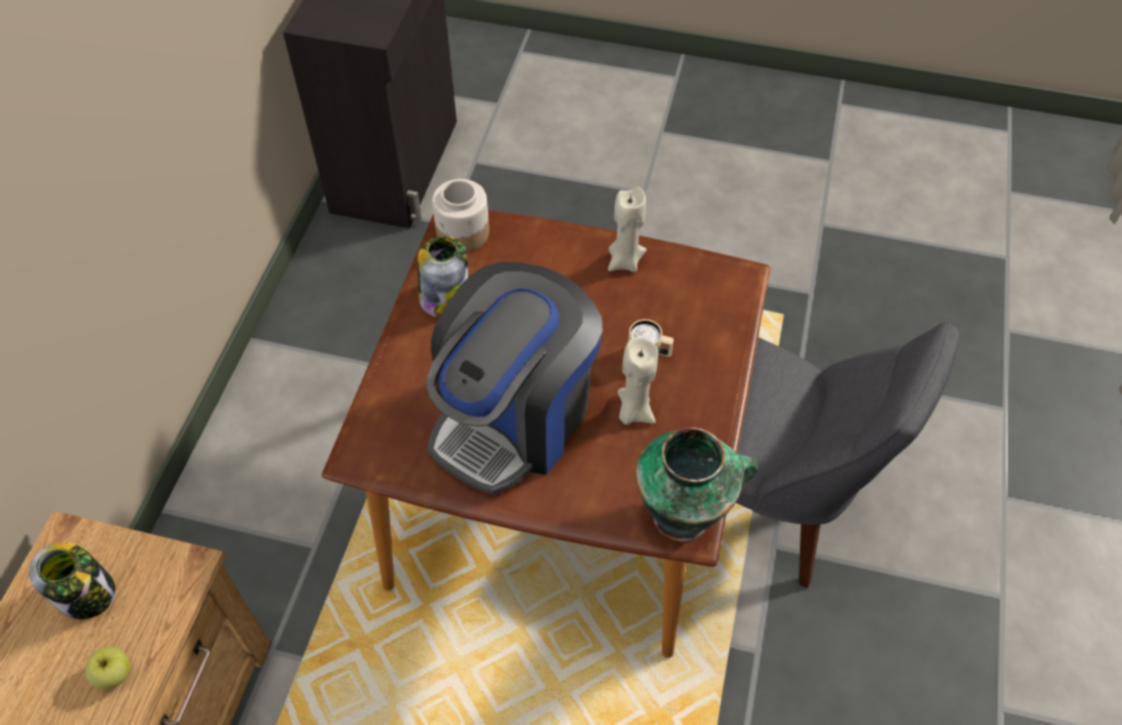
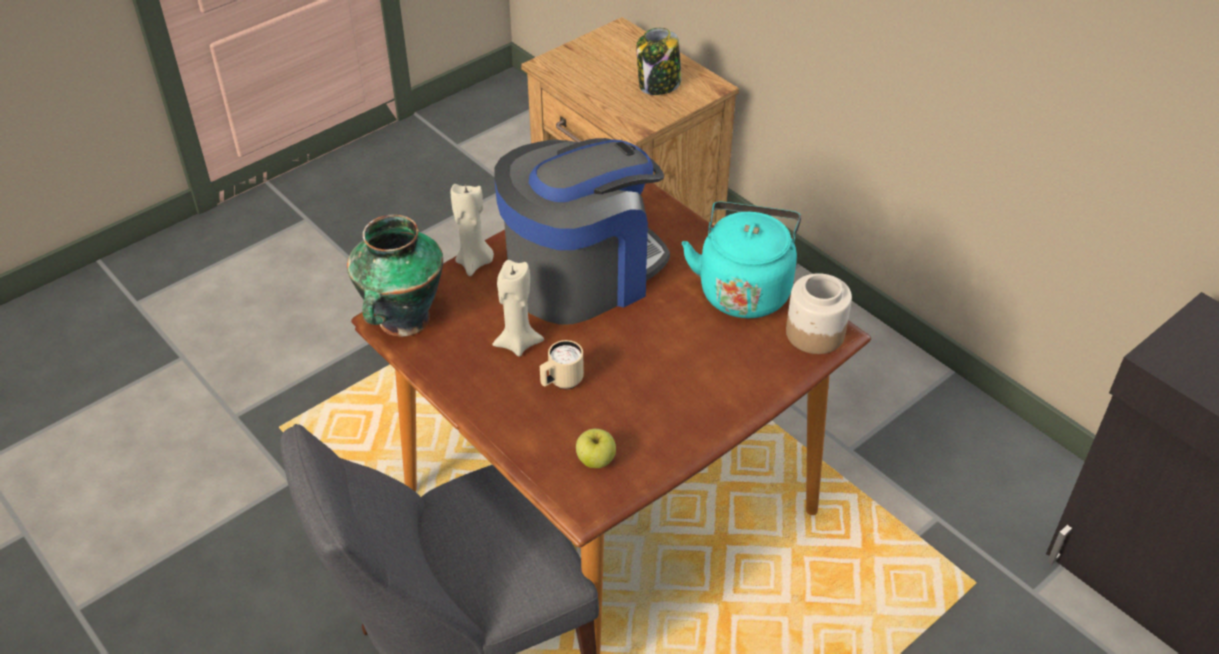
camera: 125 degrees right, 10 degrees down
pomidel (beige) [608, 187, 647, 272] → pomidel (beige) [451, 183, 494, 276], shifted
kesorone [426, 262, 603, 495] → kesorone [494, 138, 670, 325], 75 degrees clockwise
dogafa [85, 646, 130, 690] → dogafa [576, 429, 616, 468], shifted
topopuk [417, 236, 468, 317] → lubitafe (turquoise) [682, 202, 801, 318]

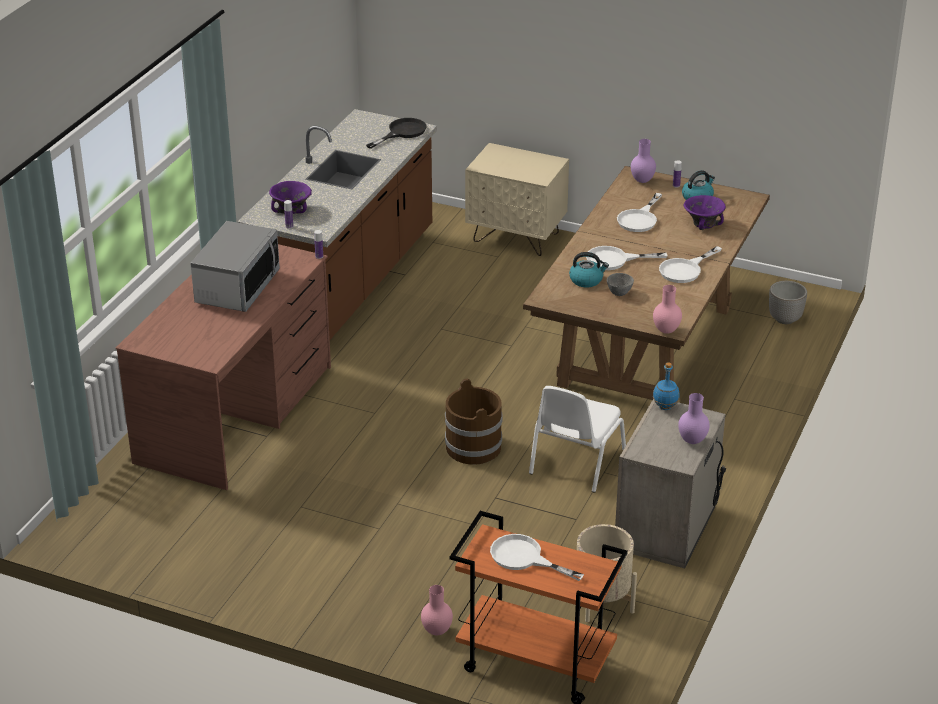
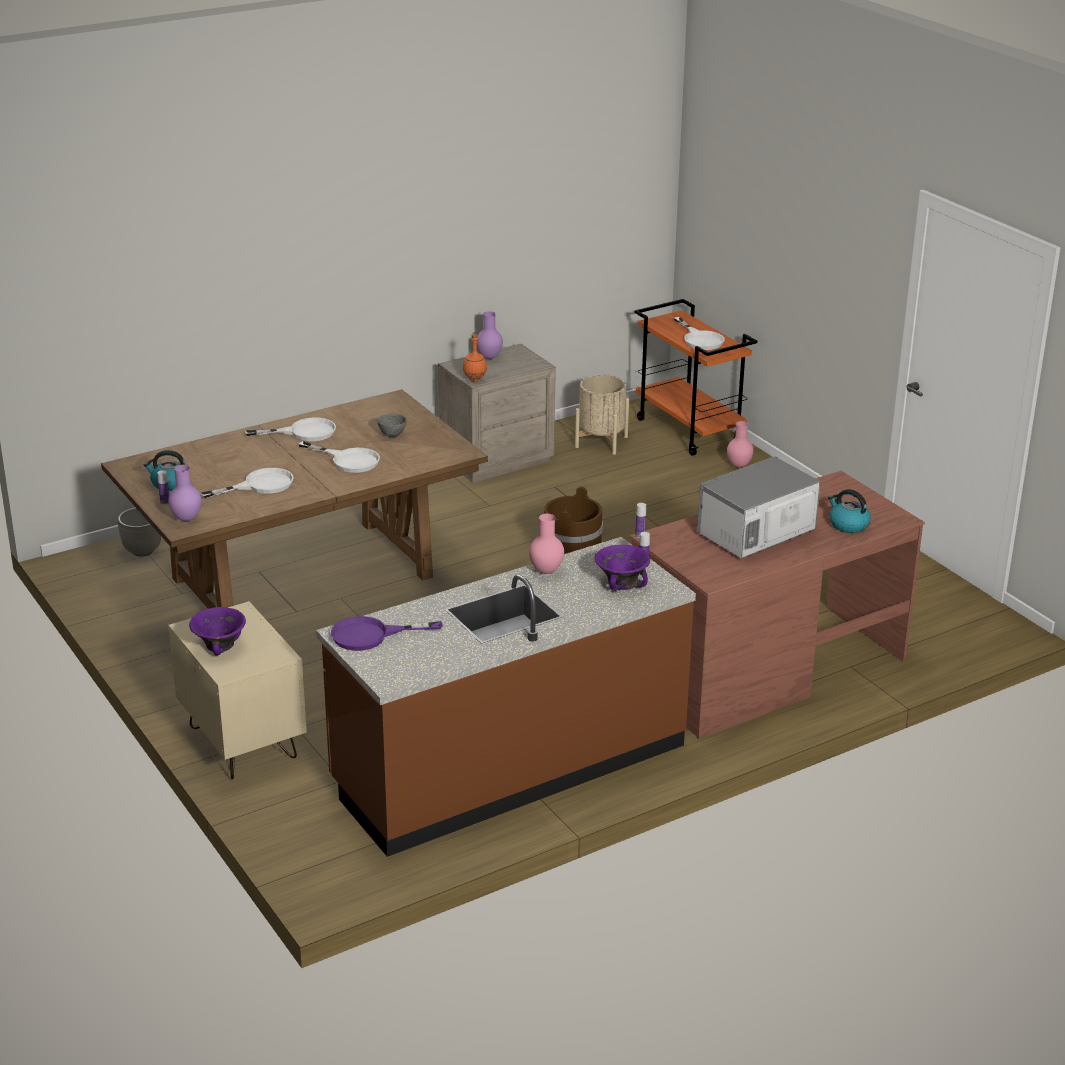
camera: 145 degrees left, 5 degrees down
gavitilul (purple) [684, 195, 726, 230] → gavitilul (purple) [189, 607, 246, 655], shifted
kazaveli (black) [366, 118, 426, 149] → kazaveli (purple) [331, 616, 443, 651]
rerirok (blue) [653, 362, 680, 410] → rerirok (orange) [463, 334, 487, 381]
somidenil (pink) [653, 285, 682, 334] → somidenil (pink) [529, 514, 564, 574], shifted
lubitafe [569, 252, 609, 287] → lubitafe [828, 489, 871, 533], shifted
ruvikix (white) [529, 386, 626, 492] → -

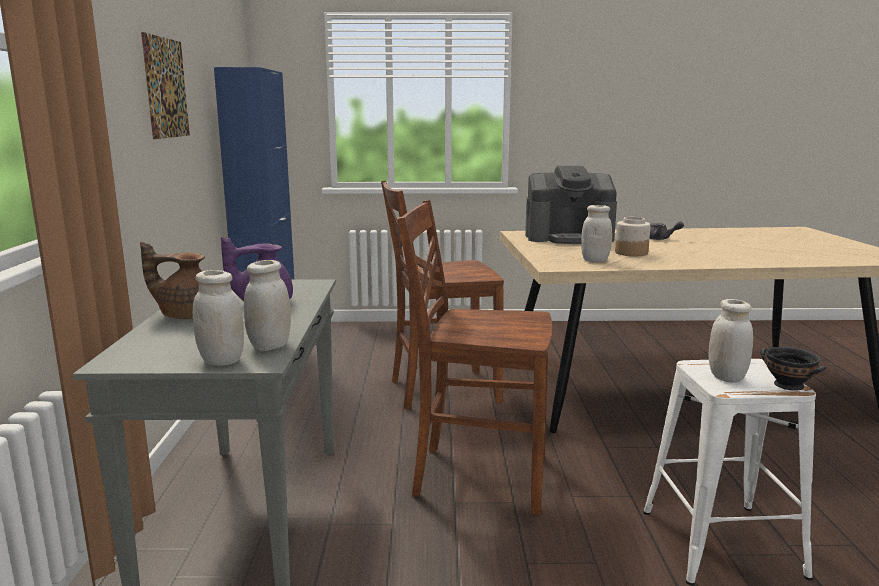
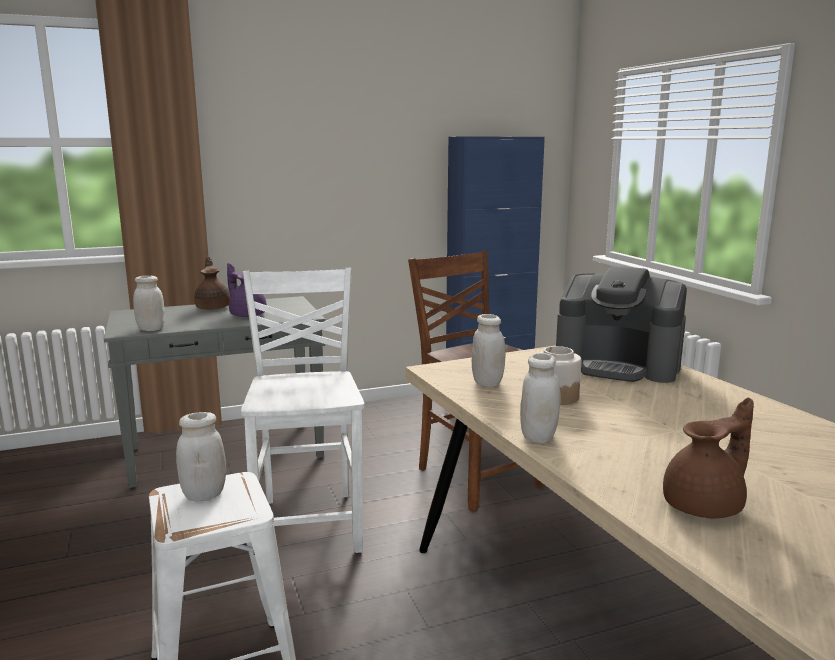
camera: 70 degrees right, 0 degrees up
ruvikix (brown) [397, 200, 552, 515] → ruvikix (white) [241, 268, 365, 553]
topopuk (white) [193, 270, 244, 366] → topopuk (white) [520, 353, 560, 443], shifted
kesorone [525, 166, 617, 244] → kesorone [556, 266, 687, 383], 45 degrees counterclockwise
- → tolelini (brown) [663, 398, 754, 519]
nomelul [141, 32, 190, 139] → -
tolelini (grey) [650, 221, 684, 240] → -
gavitilul (black) [760, 347, 826, 391] → -

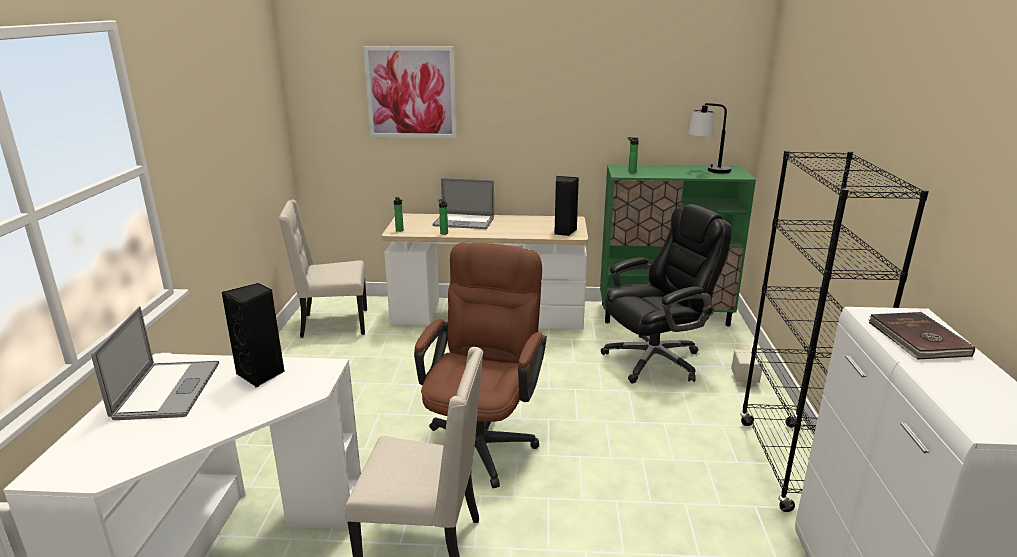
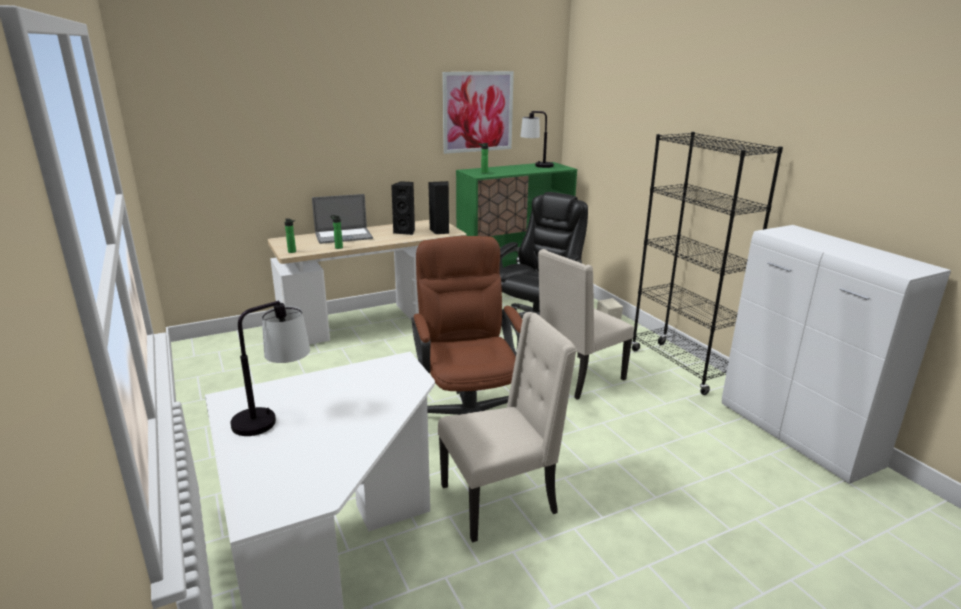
camera: 30 degrees left, 0 degrees up
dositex [91, 306, 219, 420] → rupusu [230, 301, 310, 436]
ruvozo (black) [222, 283, 284, 388] → ruvozo (black) [391, 181, 415, 235], shifted
nomelul [363, 46, 456, 138] → nomelul [442, 71, 514, 154], shifted
ruvikix (beige) [279, 200, 367, 338] → ruvikix (beige) [538, 249, 634, 400], shifted
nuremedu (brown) [869, 312, 975, 359] → -

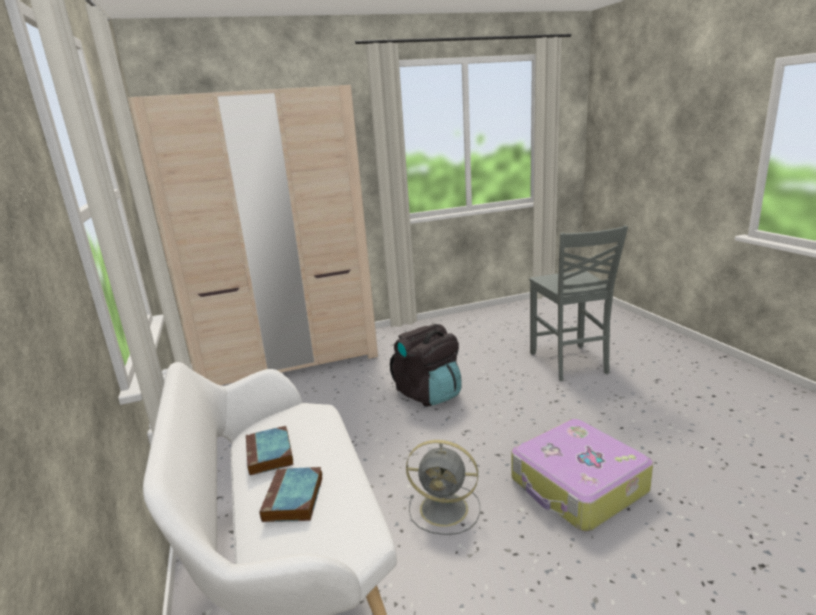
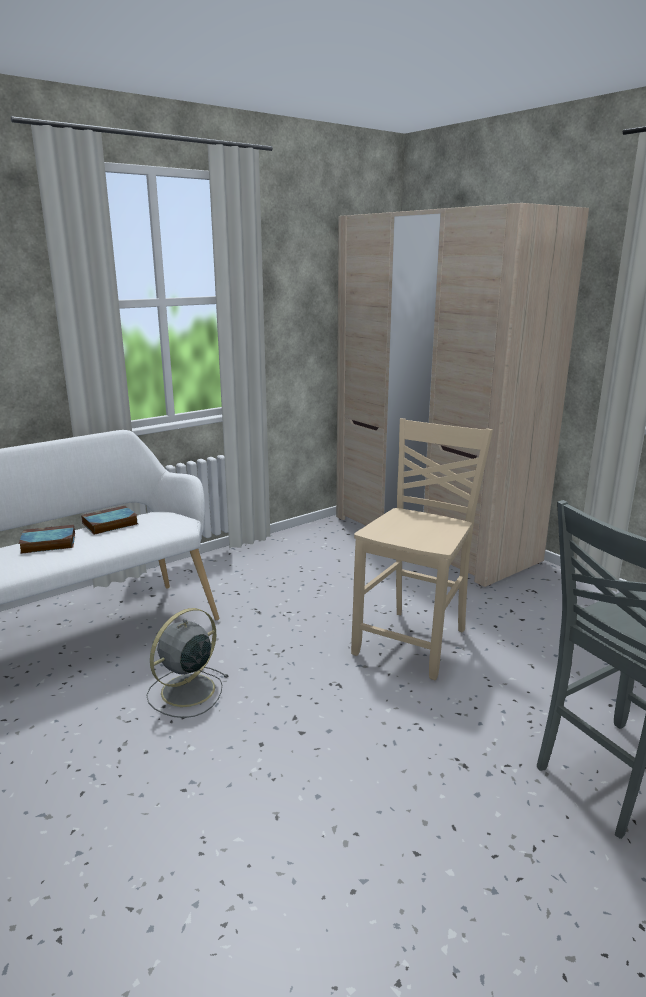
camera: 70 degrees right, 0 degrees up
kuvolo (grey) [406, 440, 480, 535] → kuvolo (grey) [146, 608, 228, 718], 45 degrees clockwise
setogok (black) [390, 324, 462, 406] → ruvikix (beige) [351, 418, 493, 680]
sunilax [511, 419, 653, 531] → -

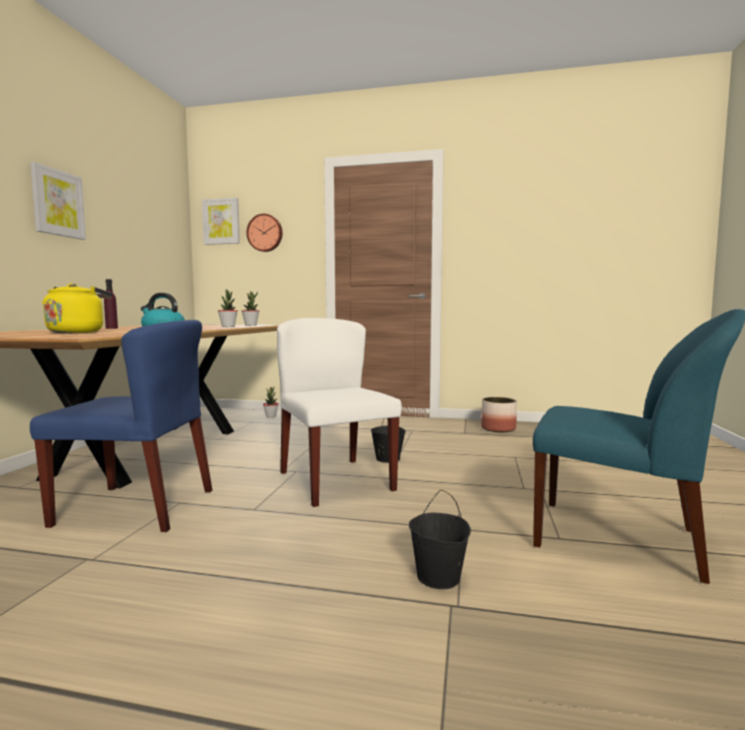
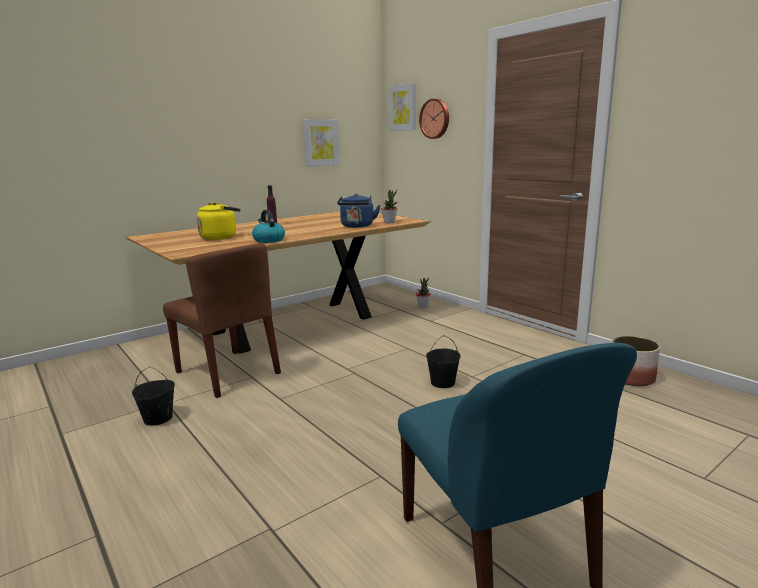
camera: 40 degrees right, 10 degrees up
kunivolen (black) [409, 490, 471, 589] → kunivolen (black) [132, 367, 175, 426], shifted
ruvikix (blue) [30, 320, 212, 532] → ruvikix (brown) [163, 243, 281, 398]
nomelul [30, 162, 86, 240] → nomelul [303, 119, 340, 167], shifted
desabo [218, 289, 238, 327] → lubitafe (blue) [337, 194, 380, 228]
ruvikix (white) [277, 318, 402, 507] → -

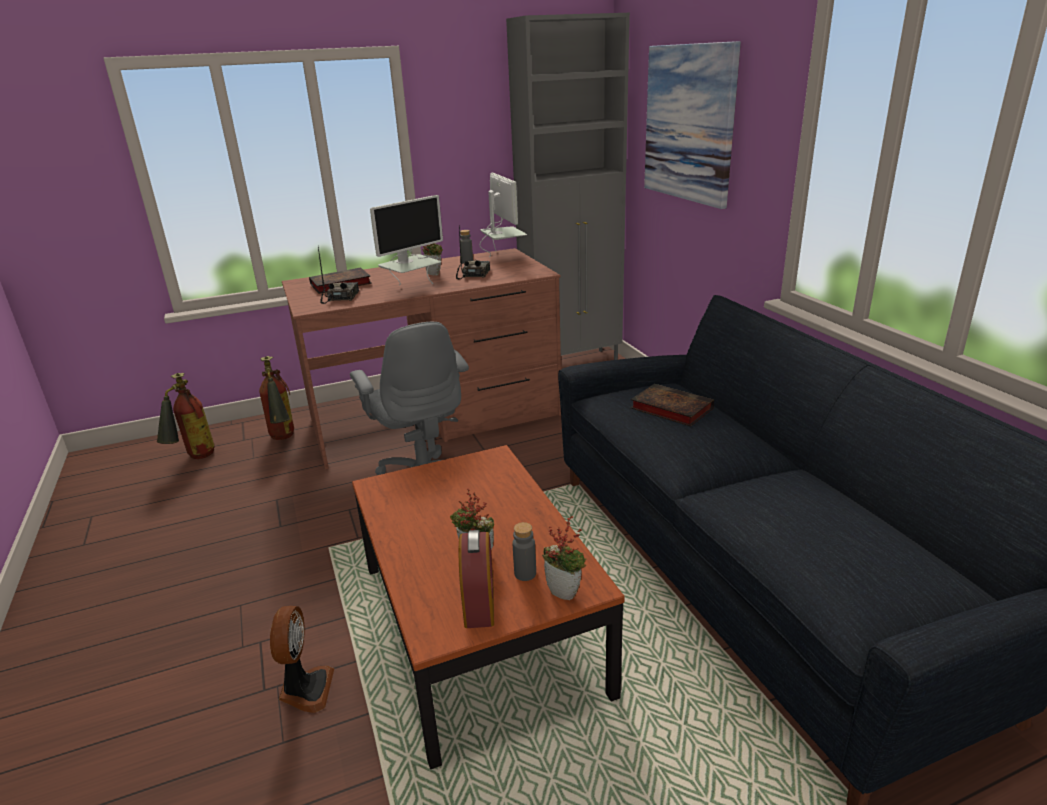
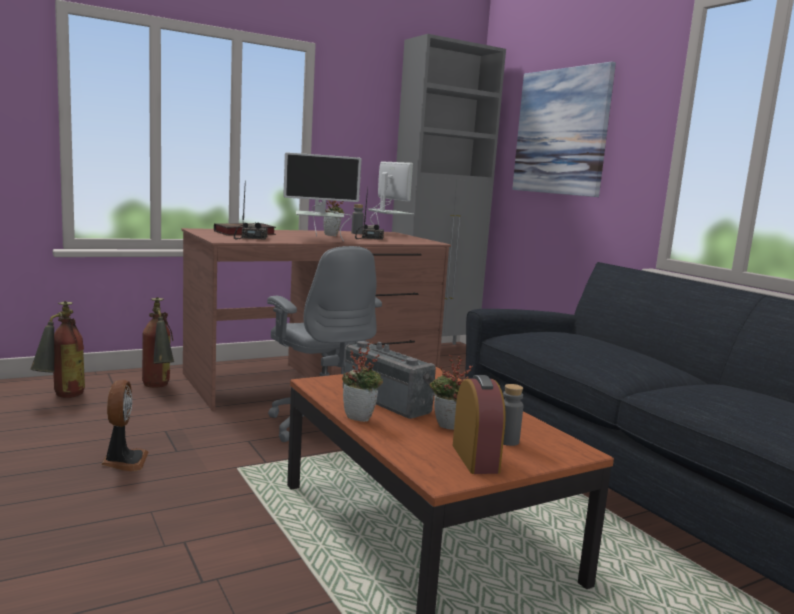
camera: 10 degrees left, 15 degrees down
kuvolo [270, 606, 334, 713] → kuvolo [101, 380, 148, 471], shifted
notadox [370, 195, 443, 286] → notadox [283, 152, 361, 242], 45 degrees clockwise
desabo [542, 516, 586, 600] → desabo [342, 341, 383, 422], shifted
- → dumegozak [343, 341, 436, 419]
nuremedu [630, 384, 714, 426] → -

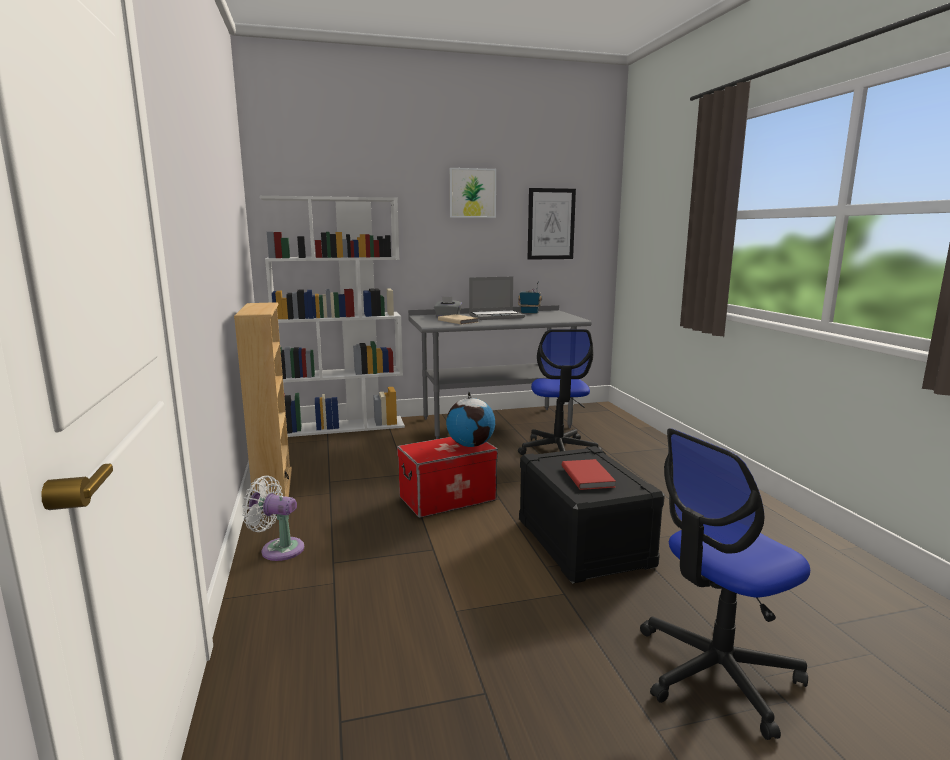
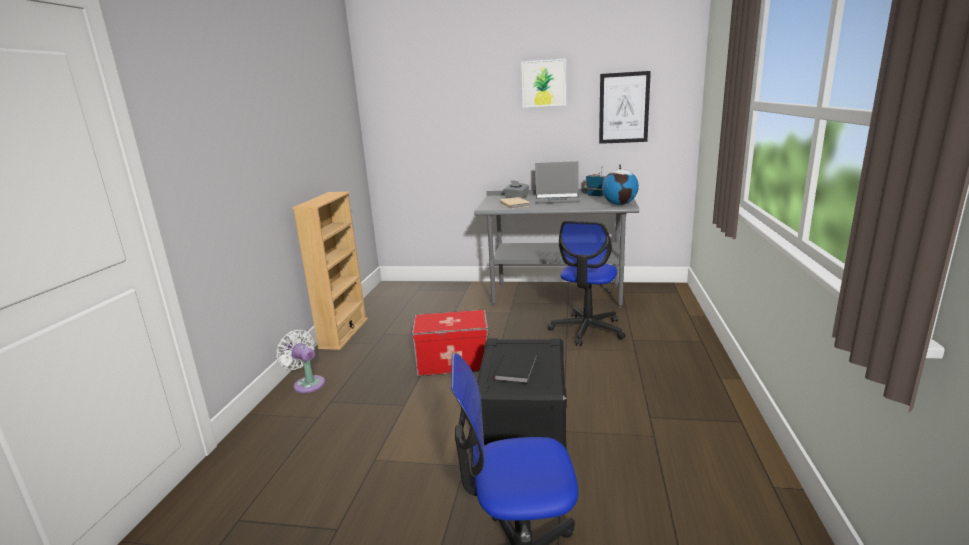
camera: 25 degrees right, 5 degrees up
nuremedu (red) [562, 459, 616, 490] → nuremedu (black) [494, 351, 537, 384]
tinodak [446, 391, 495, 447] → tinodak [602, 164, 639, 205], shifted
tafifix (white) [260, 196, 405, 437] → -

